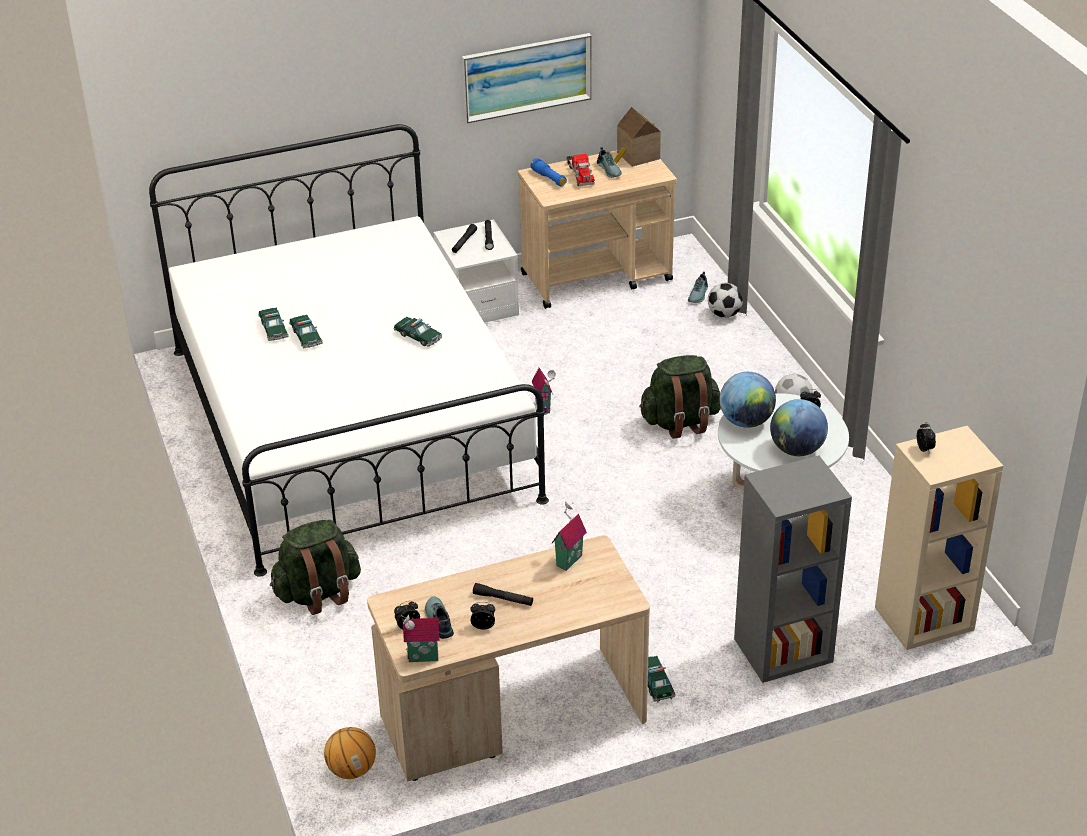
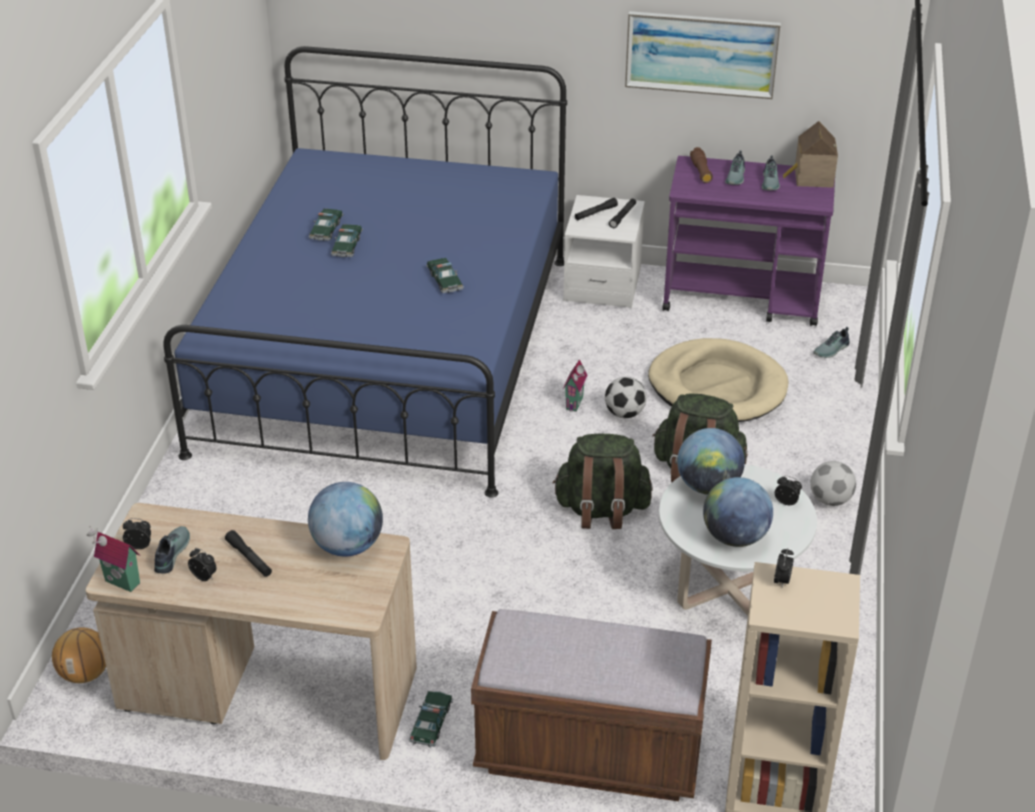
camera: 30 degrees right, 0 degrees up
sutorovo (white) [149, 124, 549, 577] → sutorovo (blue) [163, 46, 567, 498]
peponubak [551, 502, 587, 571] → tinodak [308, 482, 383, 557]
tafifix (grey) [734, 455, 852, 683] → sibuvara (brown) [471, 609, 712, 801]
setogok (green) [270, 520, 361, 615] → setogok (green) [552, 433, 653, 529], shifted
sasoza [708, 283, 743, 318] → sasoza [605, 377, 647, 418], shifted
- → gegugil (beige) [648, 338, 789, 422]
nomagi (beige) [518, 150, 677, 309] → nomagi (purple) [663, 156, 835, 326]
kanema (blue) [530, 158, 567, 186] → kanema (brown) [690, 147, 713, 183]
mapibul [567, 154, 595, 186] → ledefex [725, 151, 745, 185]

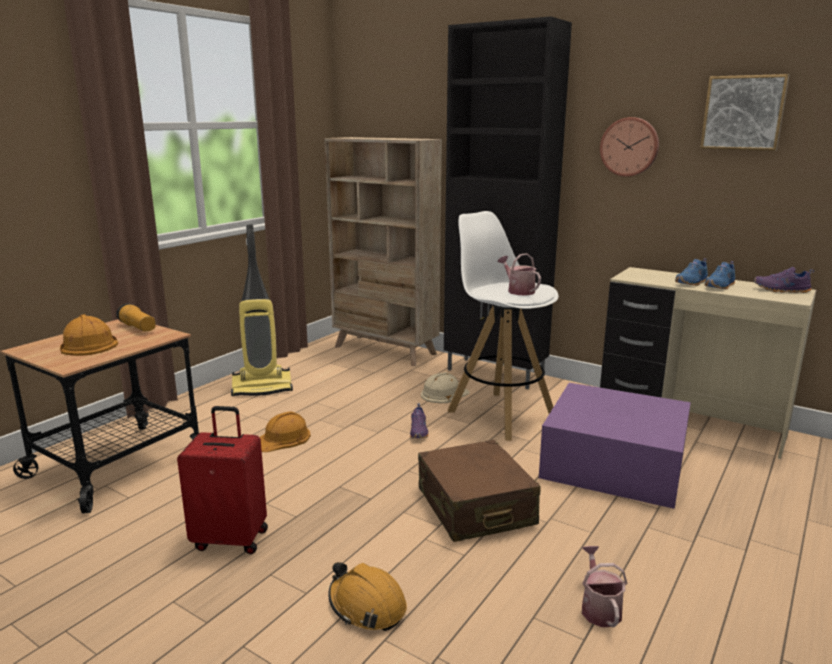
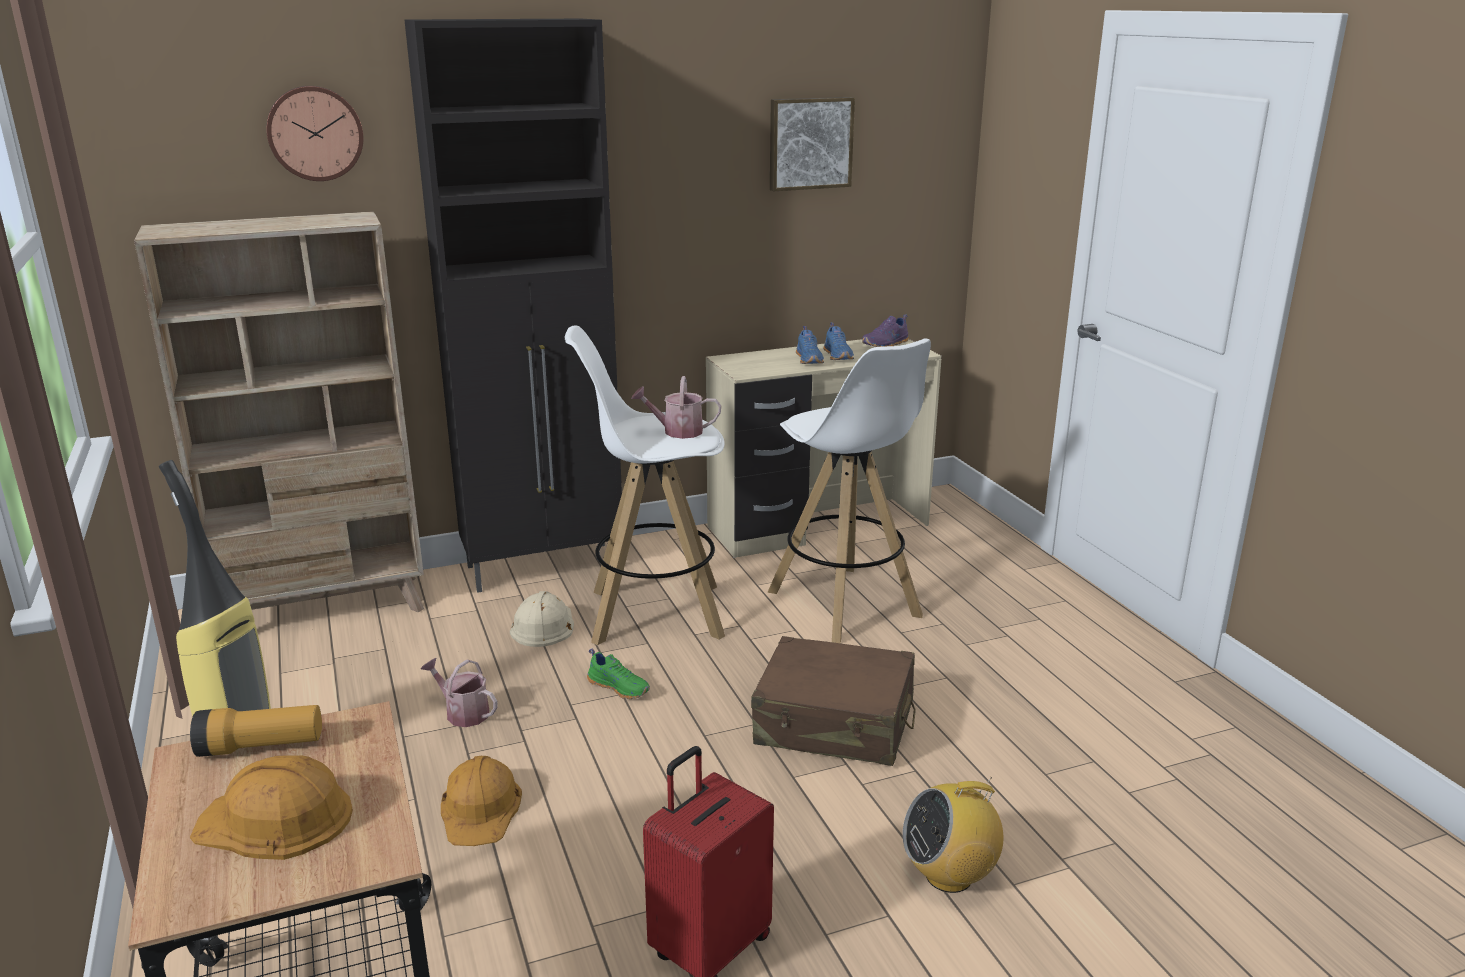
camera: 55 degrees left, 5 degrees up
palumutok [600, 117, 659, 177] → palumutok [266, 86, 363, 181], shifted
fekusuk [582, 546, 627, 627] → fekusuk [421, 658, 498, 727], shifted
ledefex (purple) [410, 404, 429, 438] → ledefex (green) [587, 648, 650, 699]
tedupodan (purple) [539, 383, 691, 509] → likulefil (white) [767, 339, 931, 643]
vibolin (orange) [328, 562, 407, 631] → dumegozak [903, 777, 1004, 893]

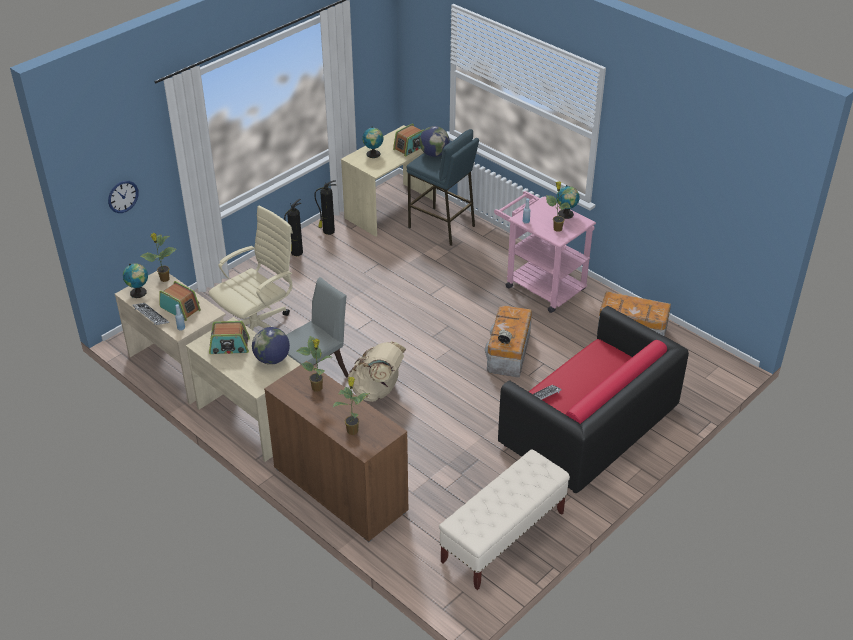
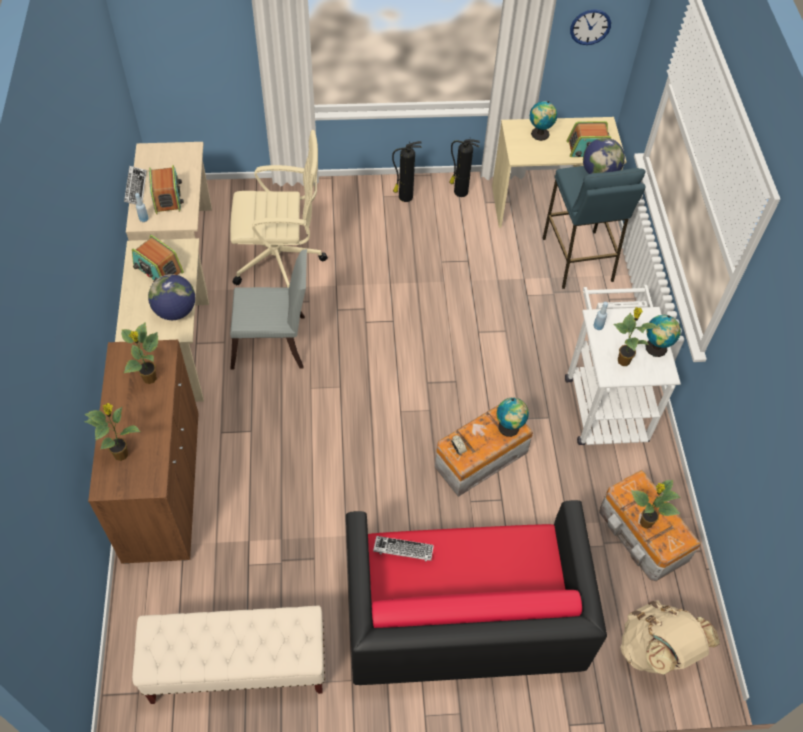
camera: 40 degrees right, 15 degrees up
tinodak [123, 263, 148, 298] → tinodak [497, 398, 529, 437], shifted
nomagi (pink) [494, 191, 596, 313] → nomagi (white) [565, 285, 681, 445]
palumutok [108, 181, 139, 213] → palumutok [570, 9, 611, 45], shifted
setogok (beige) [348, 341, 406, 402] → setogok (beige) [620, 600, 720, 675], shifted
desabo [140, 233, 177, 282] → desabo [631, 480, 681, 529], shifted

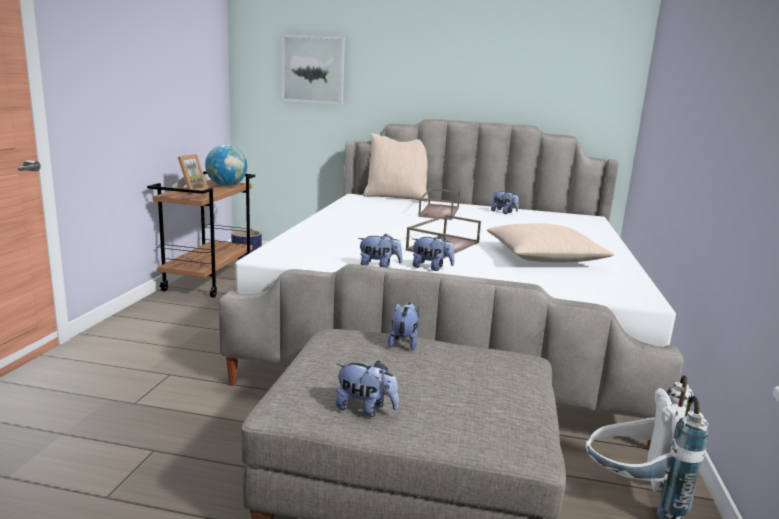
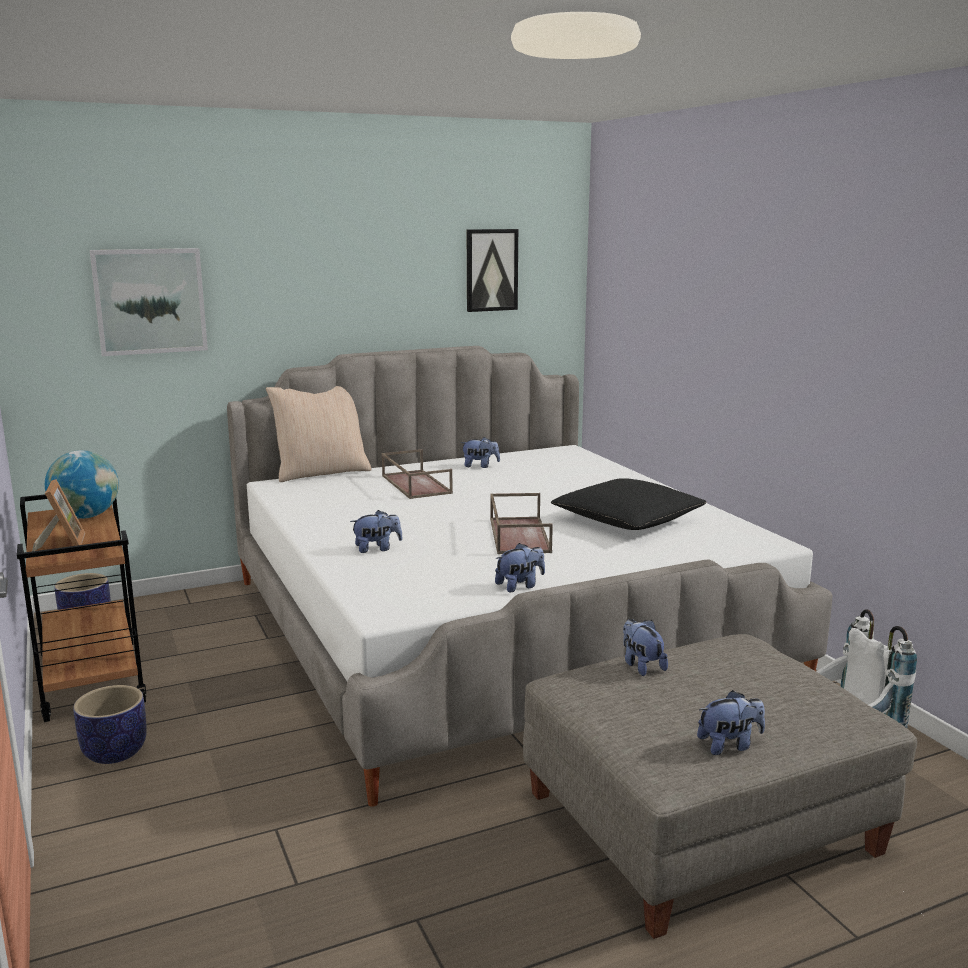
camera: 35 degrees left, 0 degrees up
- → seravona [73, 685, 146, 764]
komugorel [412, 235, 455, 271] → komugorel [350, 510, 403, 553], shifted
- → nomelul [467, 229, 518, 312]
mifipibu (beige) [487, 223, 614, 262] → mifipibu (black) [551, 478, 707, 530]

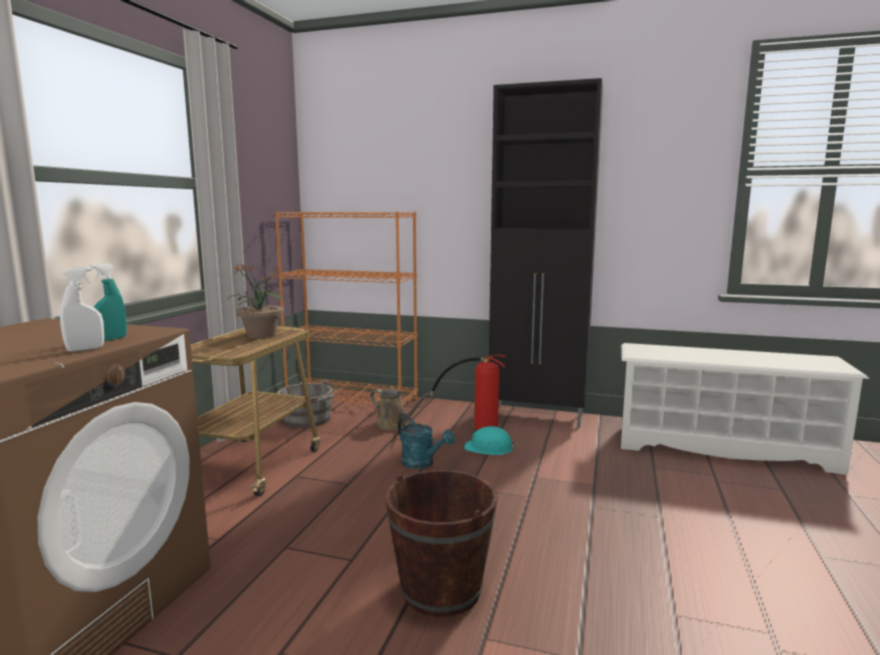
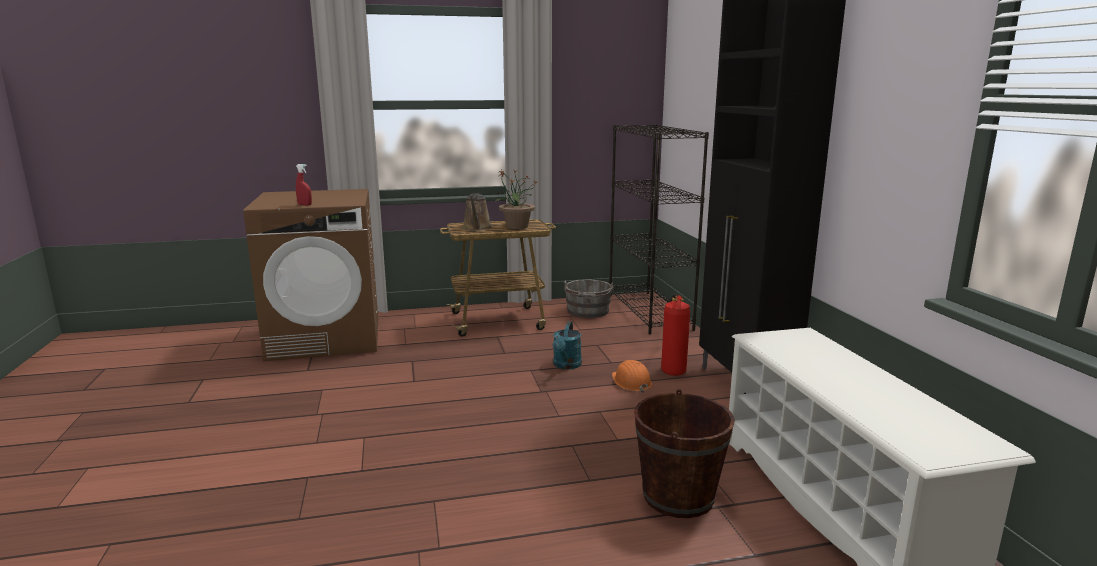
camera: 60 degrees right, 5 degrees up
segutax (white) [60, 267, 104, 352] → segutax (red) [296, 164, 312, 205]
fekusuk (brown) [370, 389, 430, 430] → fekusuk (brown) [462, 194, 492, 231], shifted
tafifix (orange) [275, 212, 418, 405] → tafifix (black) [609, 124, 709, 334]
vibolin (turquoise) [464, 426, 517, 455] → vibolin (orange) [612, 360, 652, 393]
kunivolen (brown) [385, 470, 498, 617] → kunivolen (brown) [634, 389, 735, 518], shifted
segutax (turquoise) [90, 263, 127, 341] → -

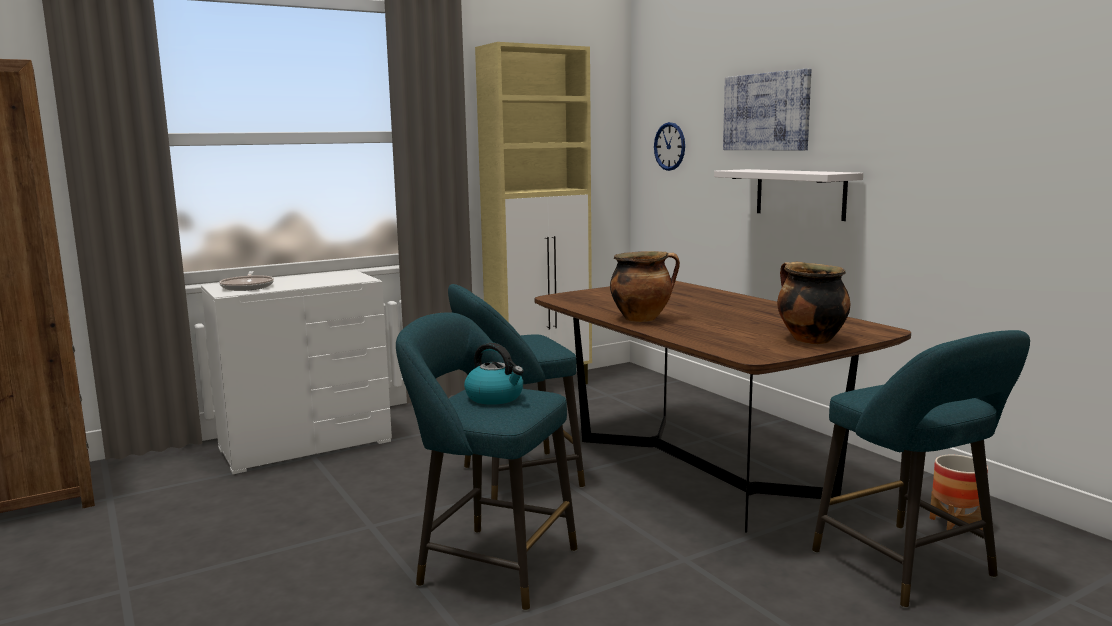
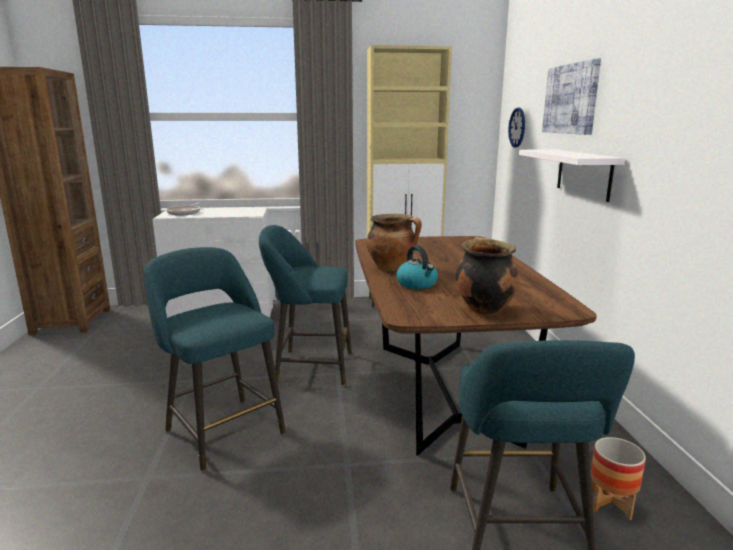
camera: 25 degrees right, 5 degrees up
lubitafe [464, 343, 524, 405] → lubitafe [396, 245, 438, 289], shifted

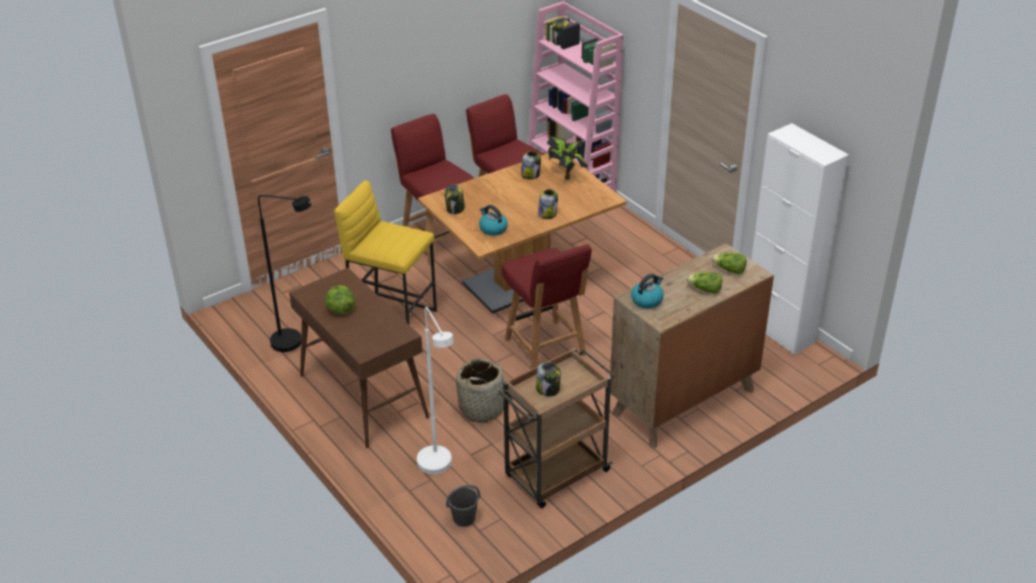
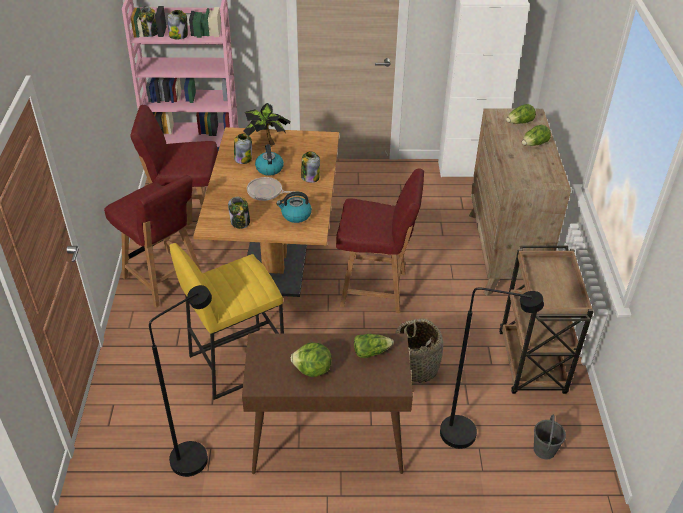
camera: 55 degrees left, 5 degrees up
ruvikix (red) [391, 114, 474, 265] → ruvikix (red) [104, 175, 202, 308], 135 degrees counterclockwise
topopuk [536, 362, 561, 396] → topopuk [168, 10, 188, 39], shifted
- → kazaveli [247, 177, 293, 201]
lubitafe [631, 274, 664, 308] → lubitafe [255, 144, 284, 176], shifted
- → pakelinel [354, 334, 394, 358]
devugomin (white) [417, 306, 454, 474] → devugomin (black) [440, 287, 544, 449]

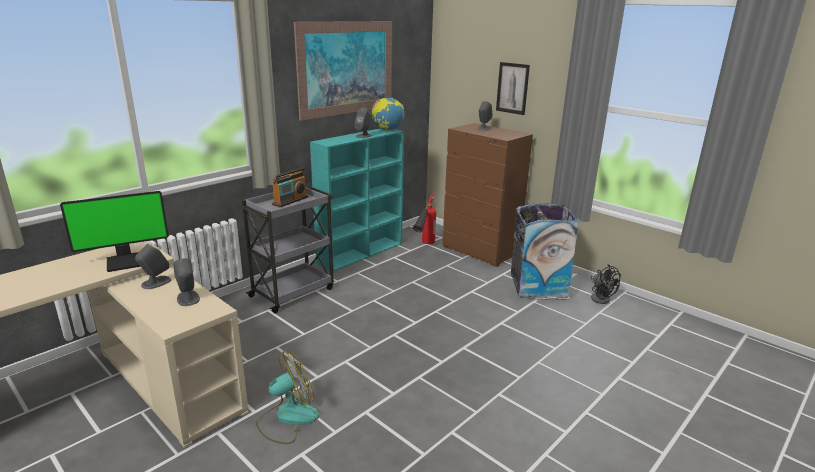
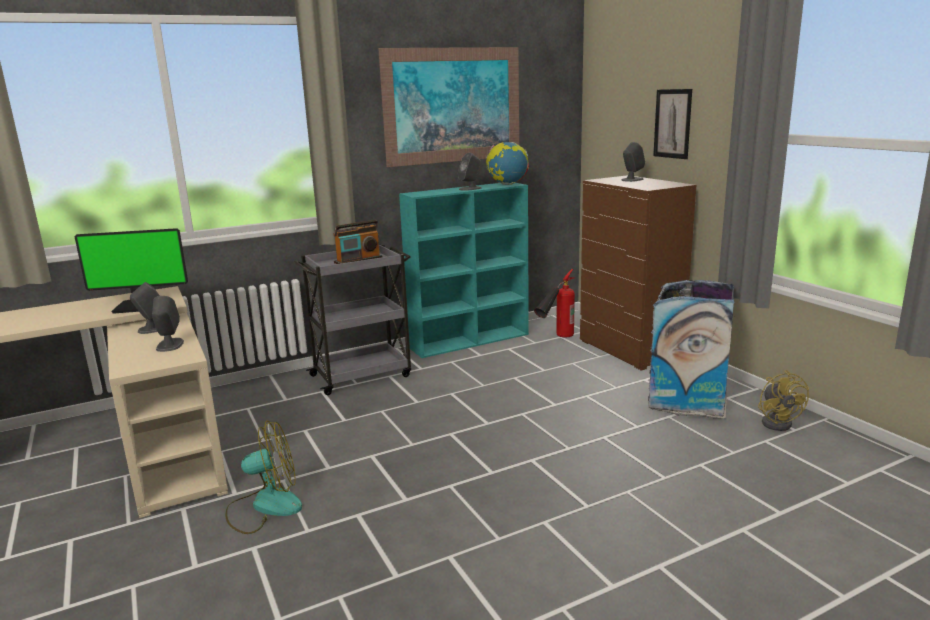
camera: 20 degrees right, 5 degrees down
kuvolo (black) [590, 264, 621, 304] → kuvolo (yellow) [758, 370, 809, 431]

